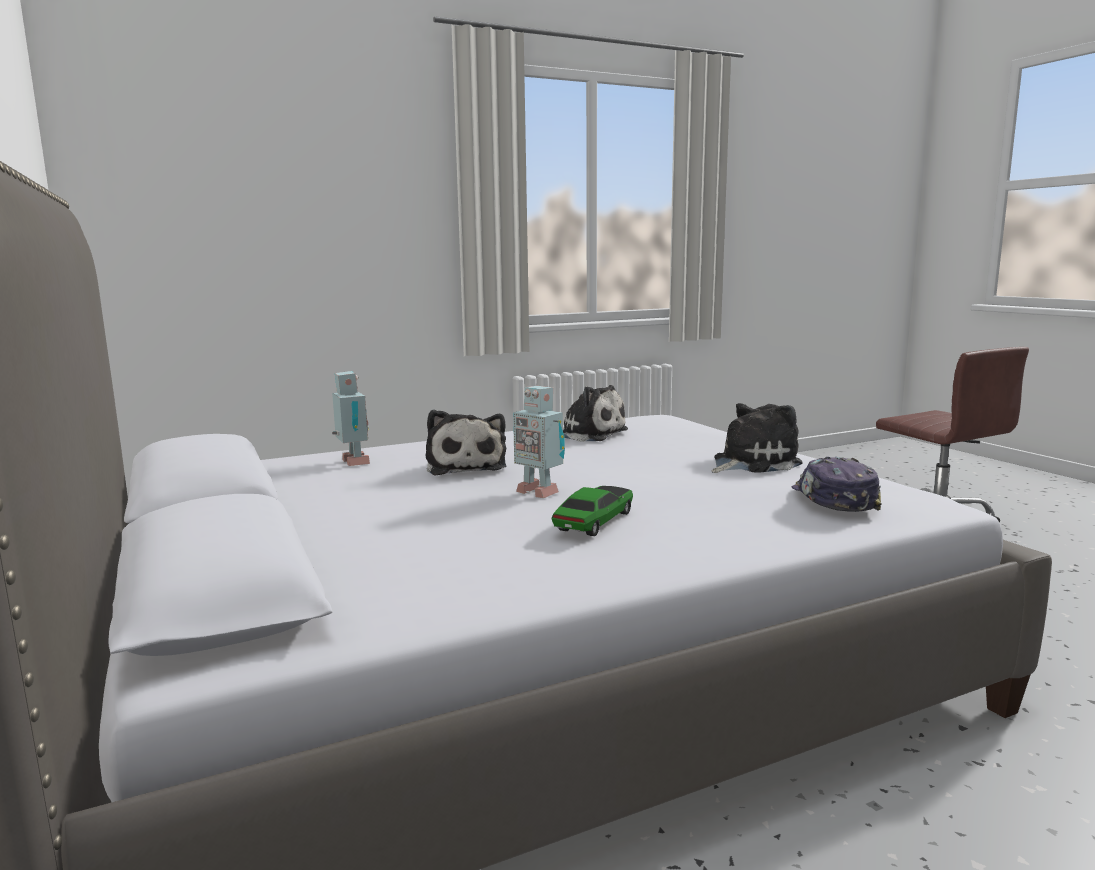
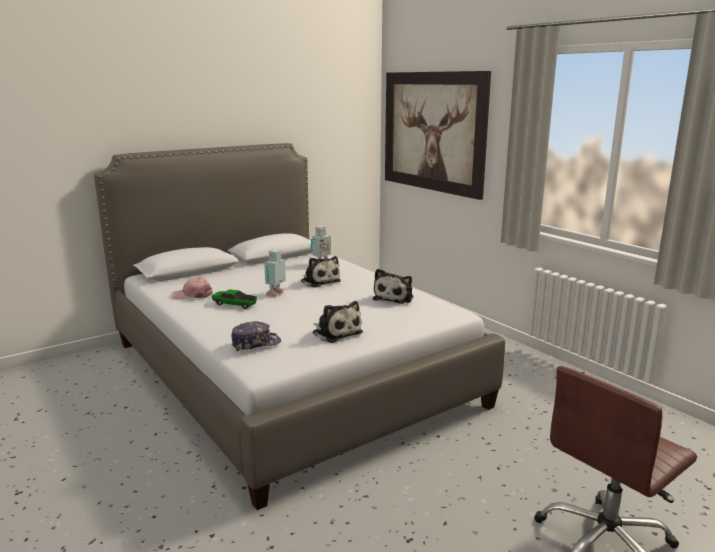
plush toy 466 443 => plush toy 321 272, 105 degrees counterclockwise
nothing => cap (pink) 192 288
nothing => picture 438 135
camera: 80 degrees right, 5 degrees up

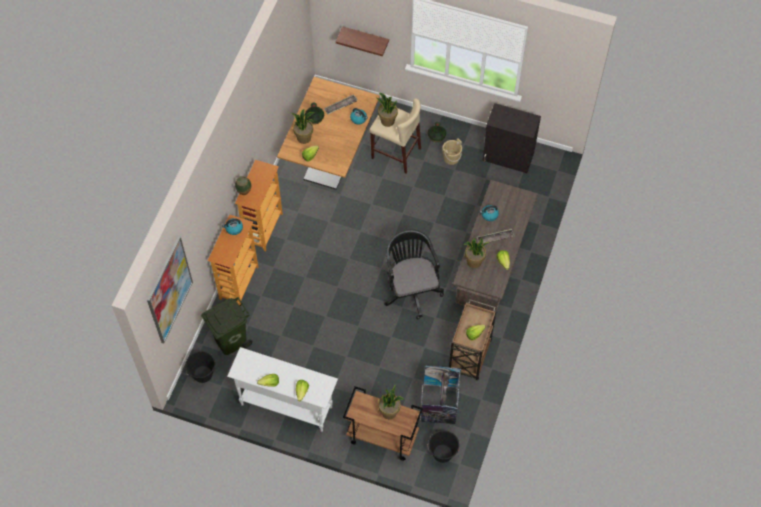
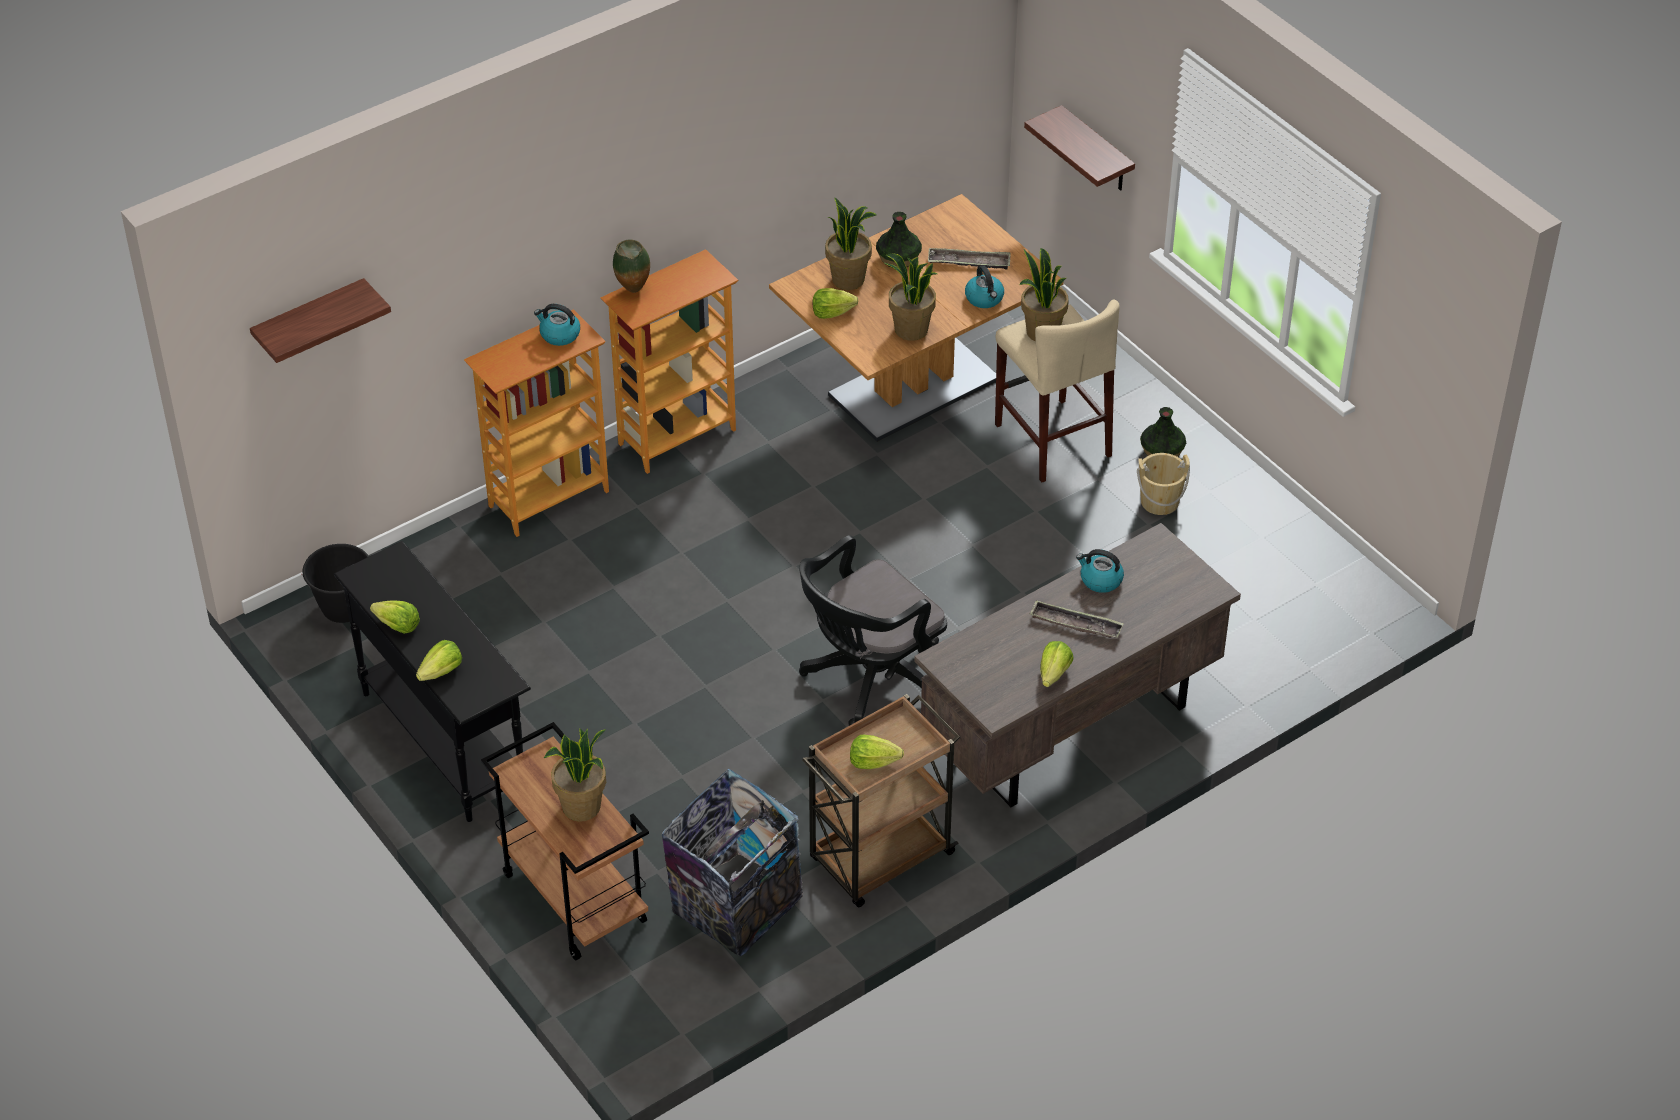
picture 170 290 => shelf 320 320
trash can (green) 227 326 => nothing
console table (white) 282 389 => console table (black) 432 681
office chair (black) 414 274 => office chair (black) 873 630, 150 degrees counterclockwise
bucket (black) 444 446 => nothing
potted plant 476 252 => potted plant 910 297, move
cabinet (black) 511 138 => nothing
camera: 35 degrees right, 15 degrees down

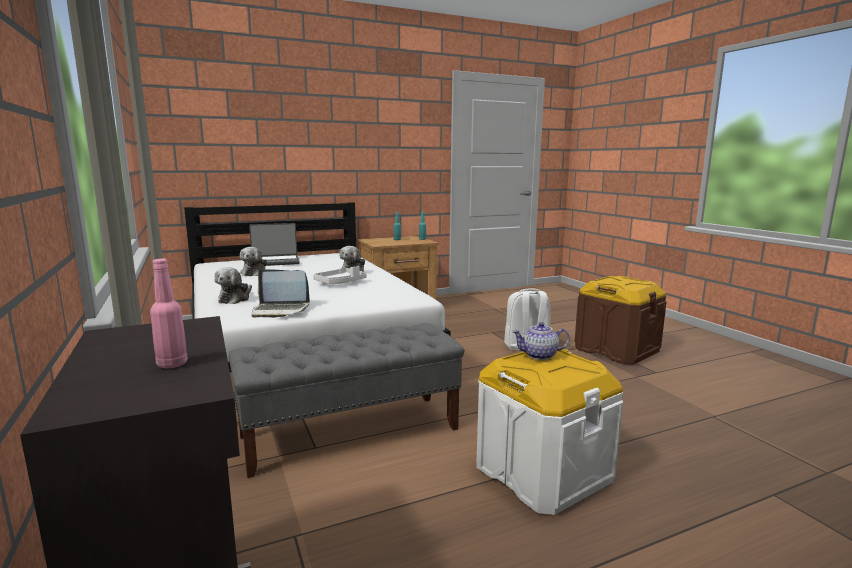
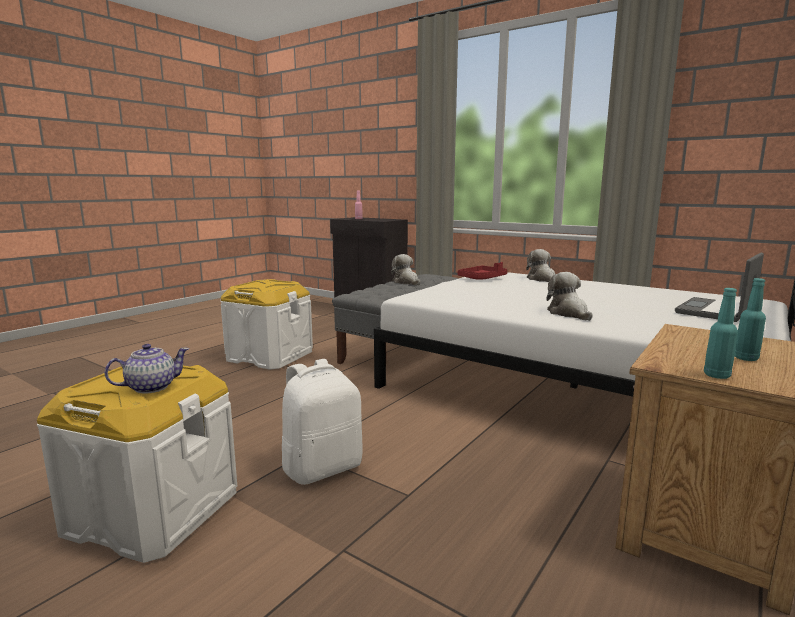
plush toy 253 261 => plush toy 405 269, move
laptop 280 293 => tray (red) 482 271
tray (white) 340 275 => nothing
teapot 541 341 => teapot 146 369, move
storage box (brown) 620 320 => storage box (white) 137 464
camera: 150 degrees right, 0 degrees up

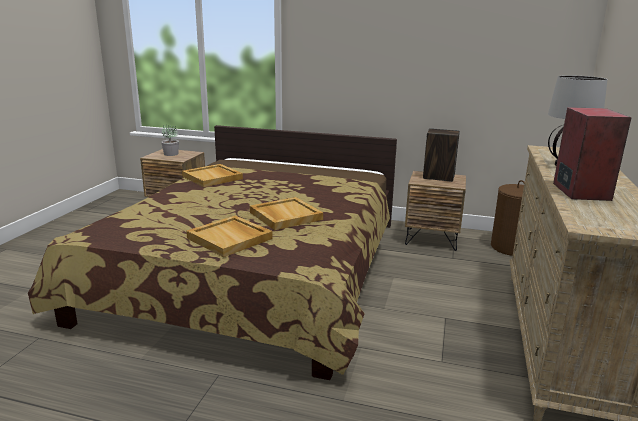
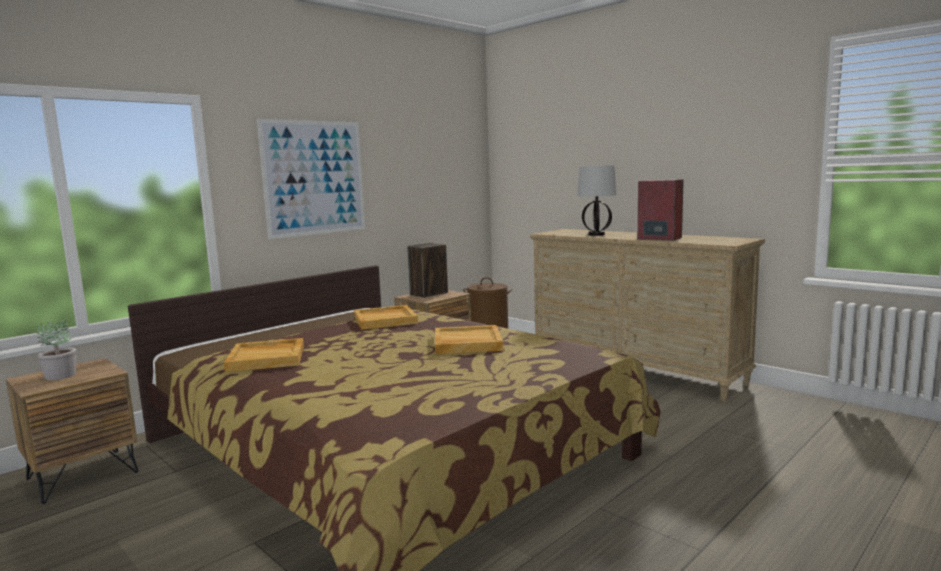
tray (beige) 229 236 => tray (beige) 386 317, move
nothing => picture 311 179
camera: 60 degrees left, 10 degrees down

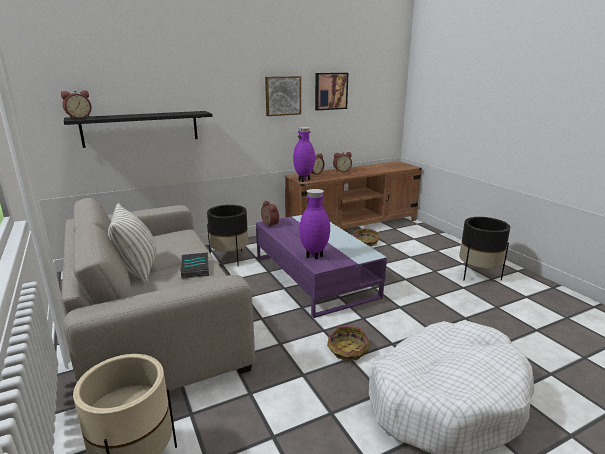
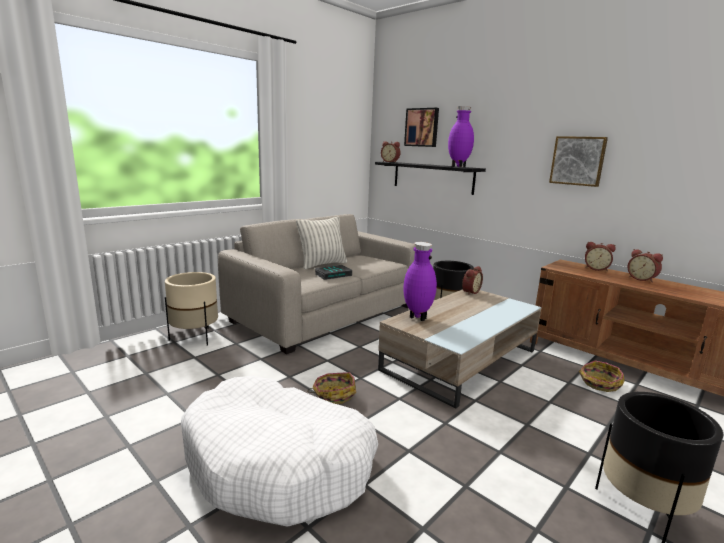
coffee table (purple) 321 266 => coffee table (beige) 459 349
vase (purple) 304 154 => vase (purple) 461 136, move
picture 331 91 => picture 421 127, move
camera: 70 degrees right, 5 degrees down

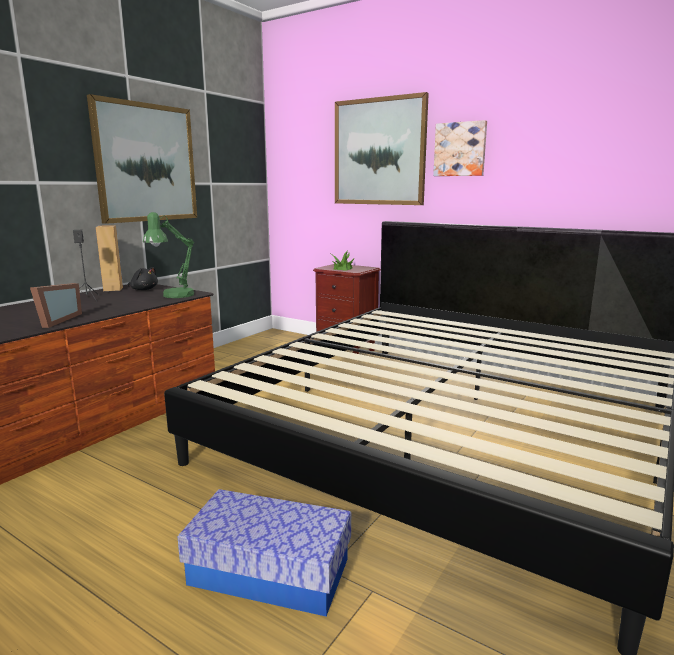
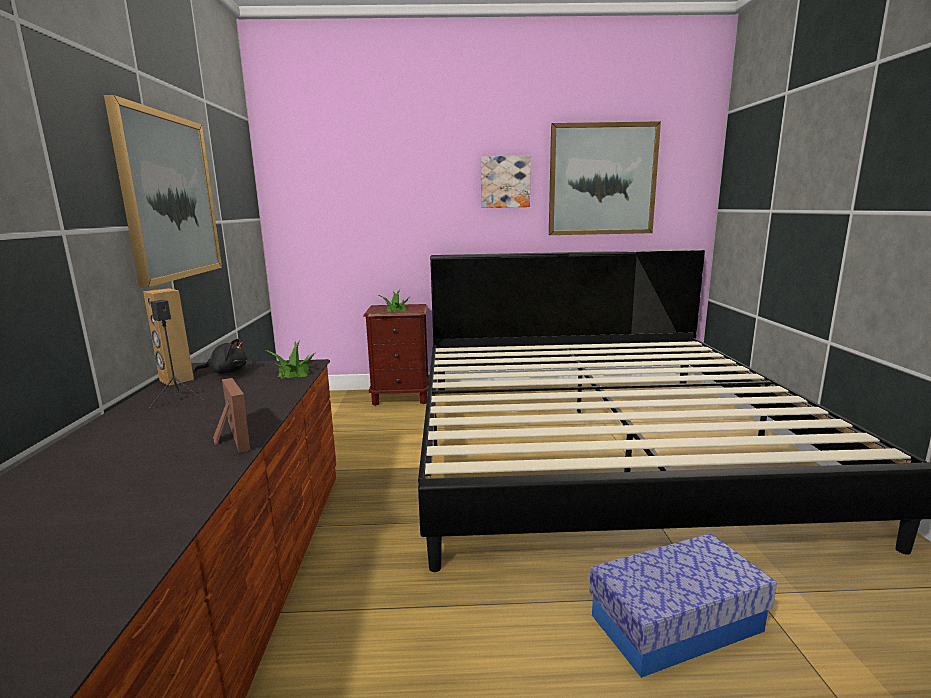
table lamp (green) 168 255 => potted plant 290 359
picture 382 148 => picture 605 178, move
camera: 35 degrees left, 0 degrees up

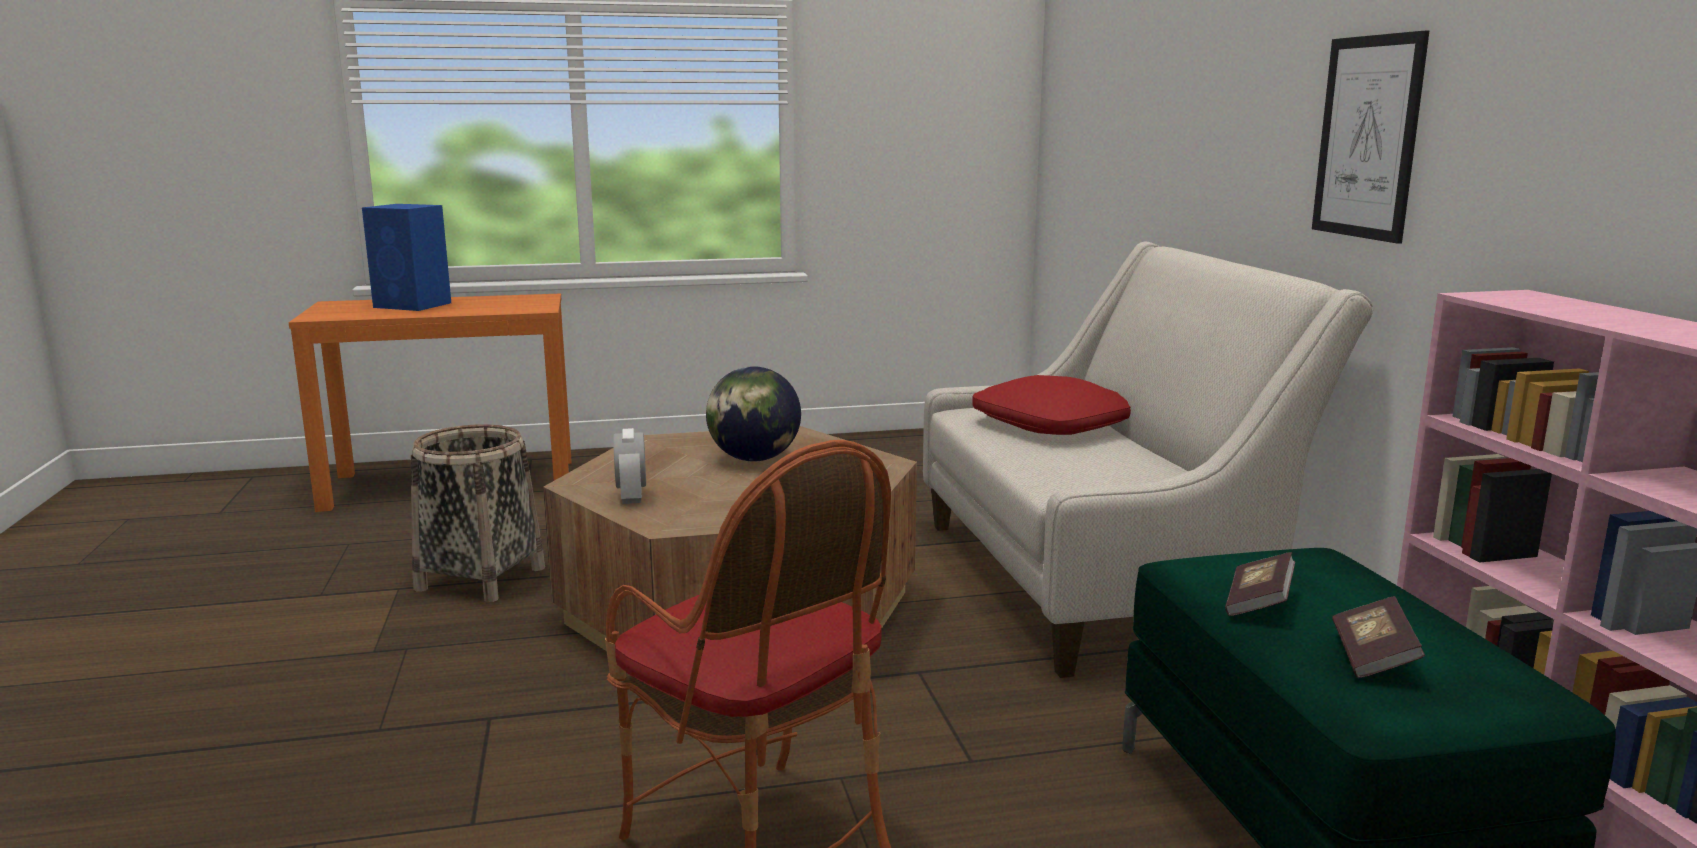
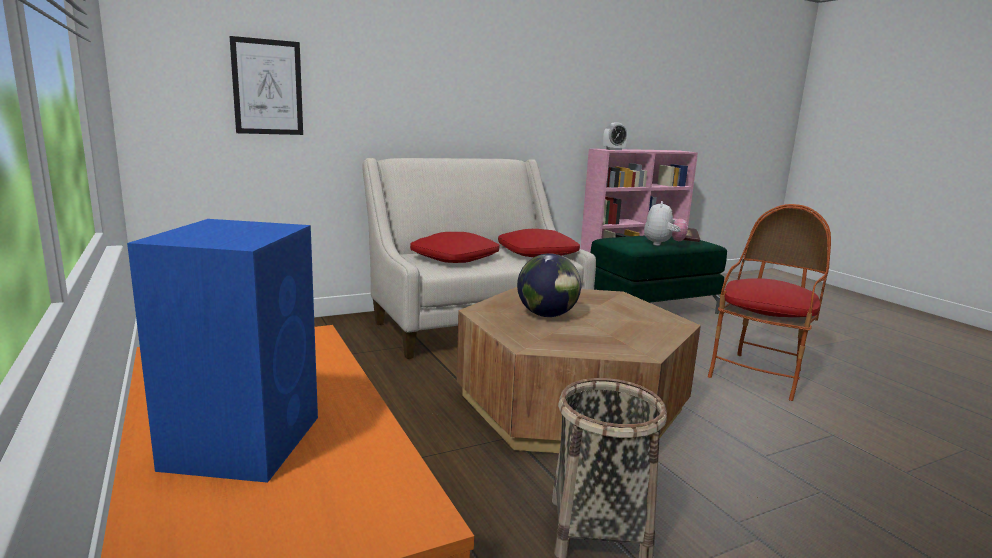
alarm clock 629 466 => alarm clock 615 136, move
book 1260 584 => plush toy 666 223
picture 1370 137 => picture 266 85, move
nothing => pillow (red) 539 243
camera: 105 degrees left, 0 degrees up

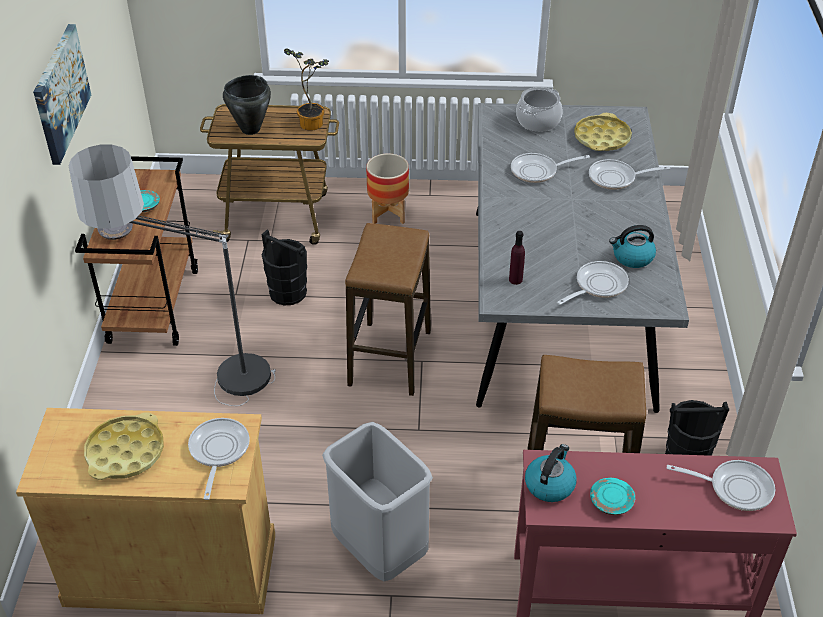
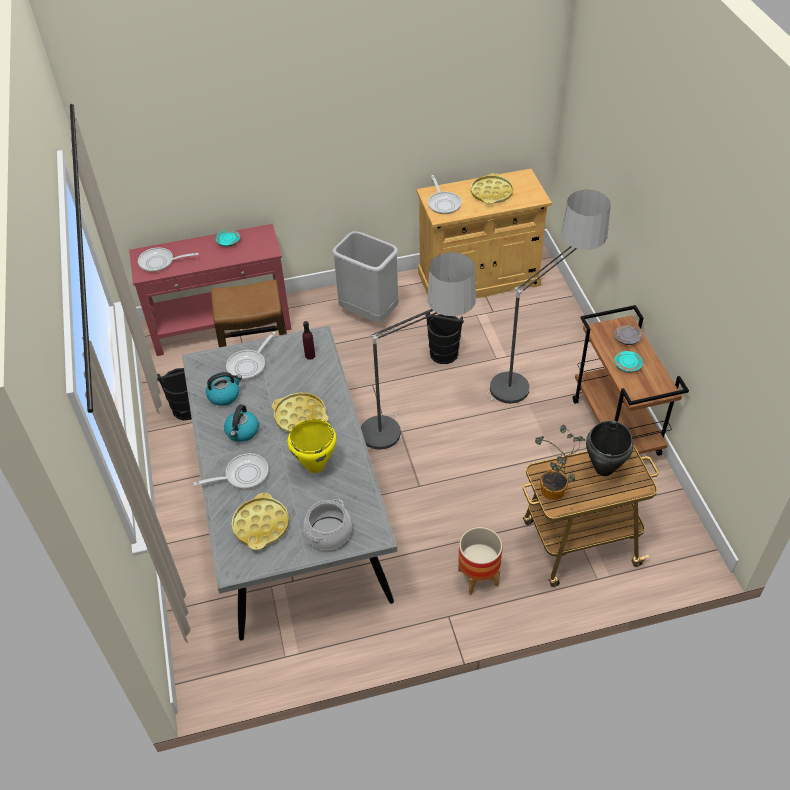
picture 62 94 => nothing
bucket (black) 284 268 => bucket (black) 445 338, move
stool 388 309 => floor lamp 418 351
frying pan 550 168 => cooking pot (yellow) 311 446
kettle 551 473 => kettle 241 423, move
nothing => tray (yellow) 300 412
camera: 165 degrees right, 5 degrees up

